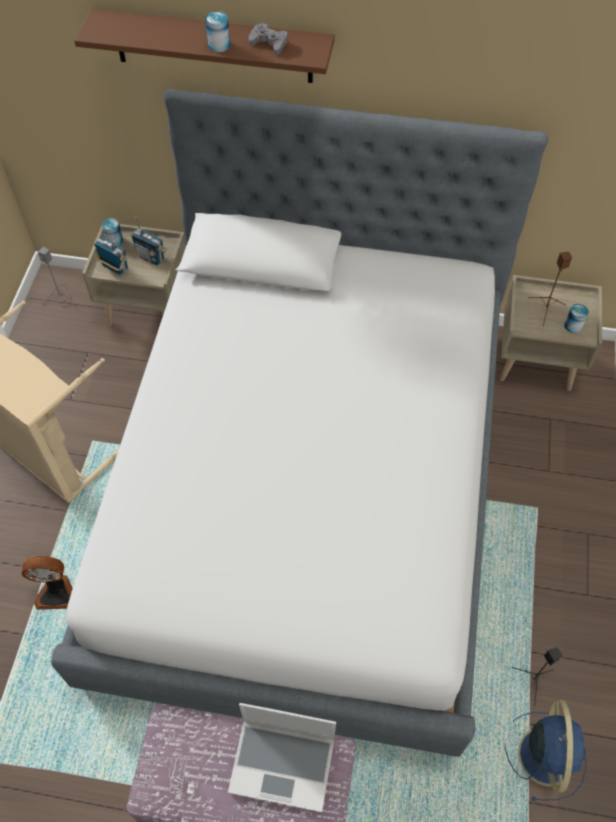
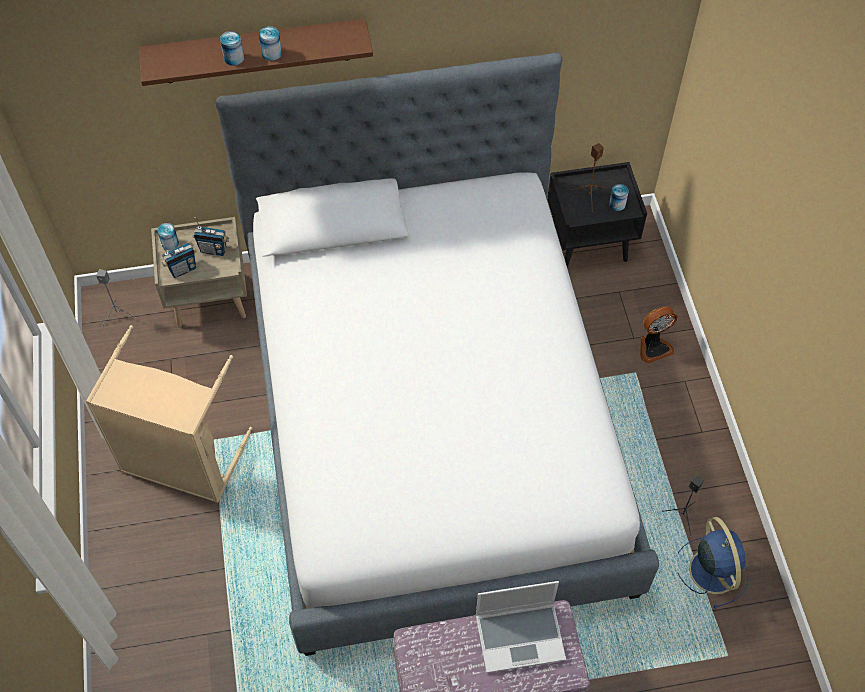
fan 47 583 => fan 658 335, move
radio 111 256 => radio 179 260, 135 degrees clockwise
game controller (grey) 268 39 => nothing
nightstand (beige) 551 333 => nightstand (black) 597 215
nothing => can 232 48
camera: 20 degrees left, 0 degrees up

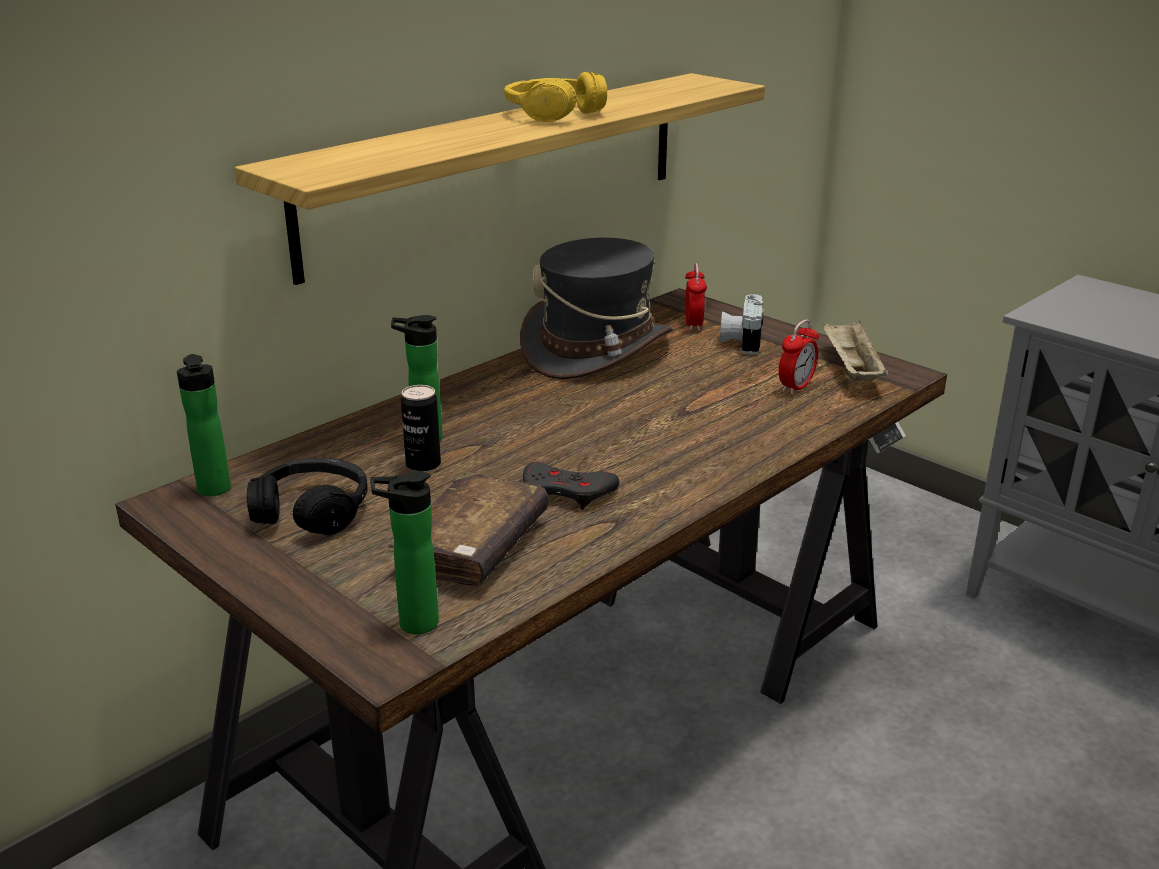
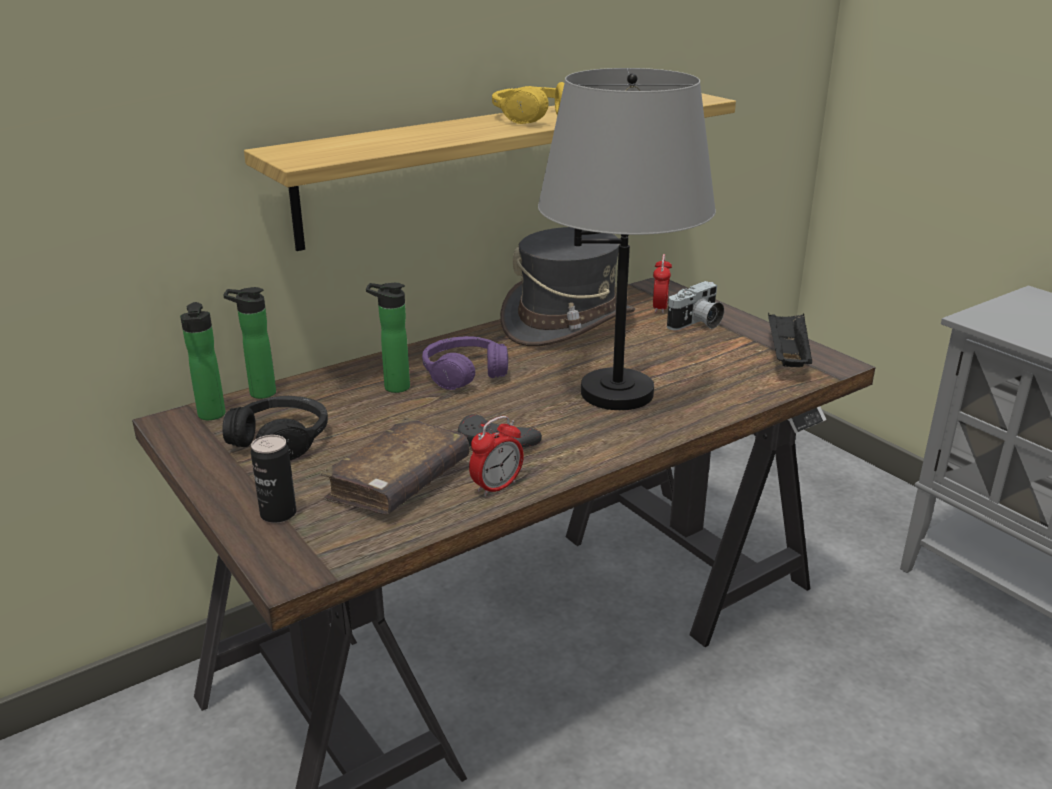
bottle 404 552 => bottle 249 343, move
can 421 428 => can 274 479, move
photo camera 742 324 => photo camera 695 305, 150 degrees counterclockwise
alarm clock 799 357 => alarm clock 496 456, move
tray (beige) 855 351 => tray (black) 790 339
nothing => headphones (purple) 465 363
nothing => table lamp (grey) 627 239
camera: 10 degrees right, 0 degrees up

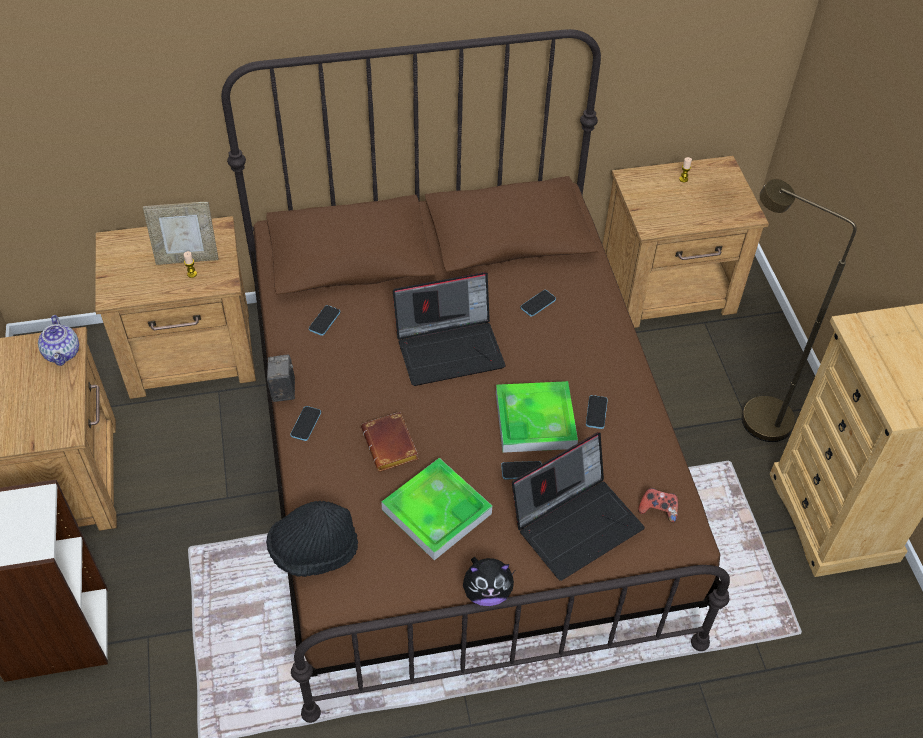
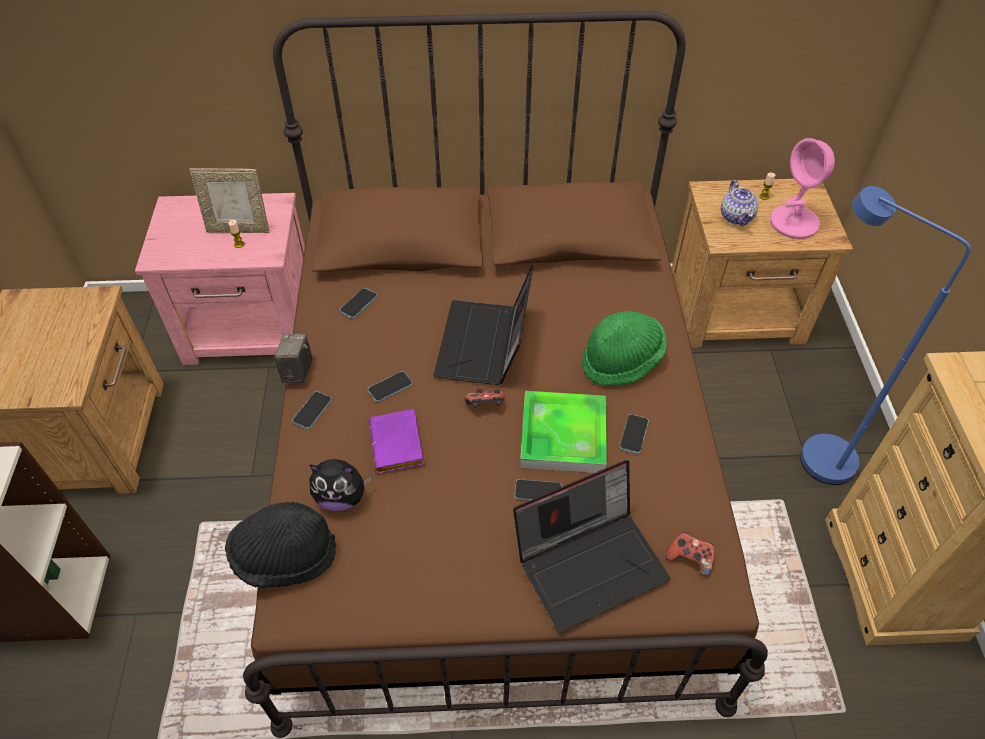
teapot 58 340 => teapot 740 203, move
nightstand (brown) 175 307 => nightstand (pink) 220 279
book (brown) 389 441 => book (purple) 396 441
tray 436 509 => nothing
laptop 449 329 => laptop 483 325, 105 degrees clockwise
plush toy 489 581 => plush toy 340 485, move
phone 538 303 => phone 390 386, move
floor lamp (brown) 799 310 => floor lamp (blue) 885 335
nothing => game controller 485 398
nothing => hat (green) 624 348
nothing => table lamp (pink) 802 188
camera: 10 degrees right, 0 degrees up

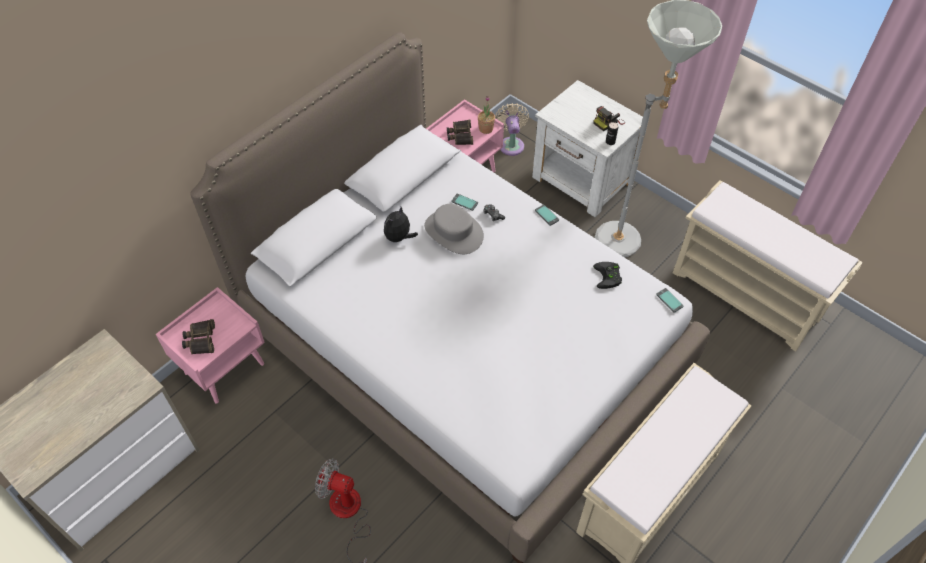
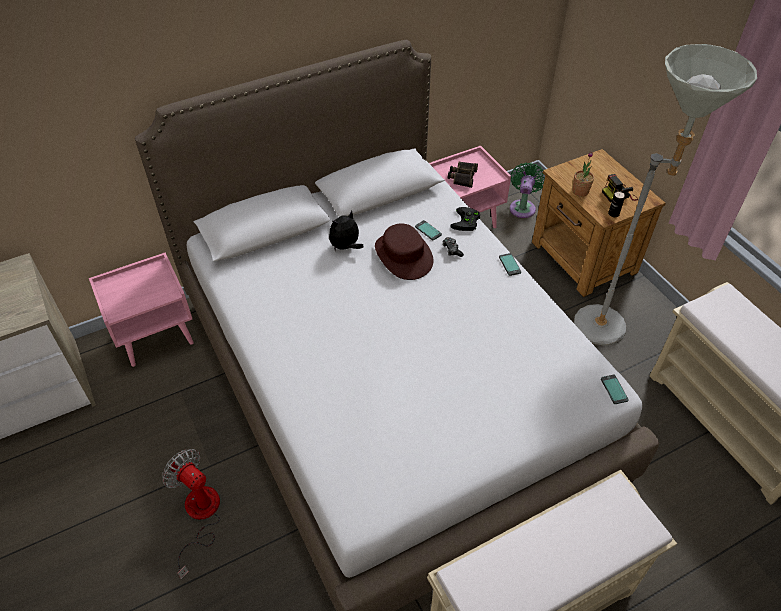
binoculars 198 336 => nothing
hat (grey) 454 229 => hat (brown) 404 251
potted plant 486 115 => potted plant 583 174, move
fan (beige) 512 129 => fan (green) 527 190
nightstand (white) 590 148 => nightstand (brown) 599 223
game controller (black) 607 275 => game controller (black) 465 219, move
camera: 20 degrees right, 5 degrees down

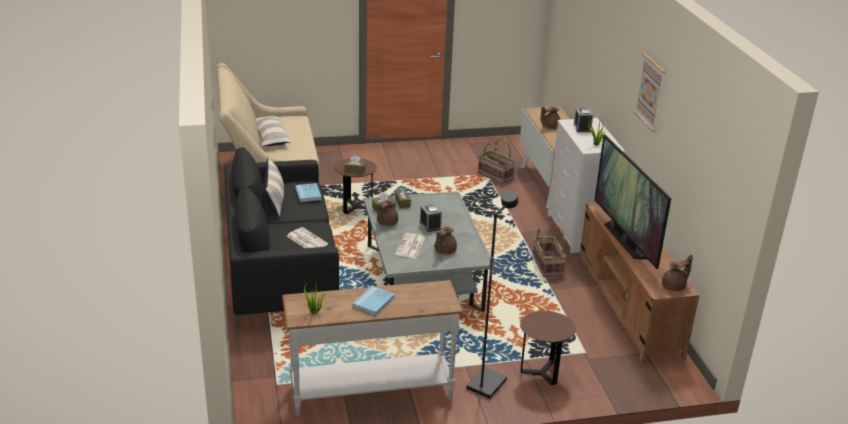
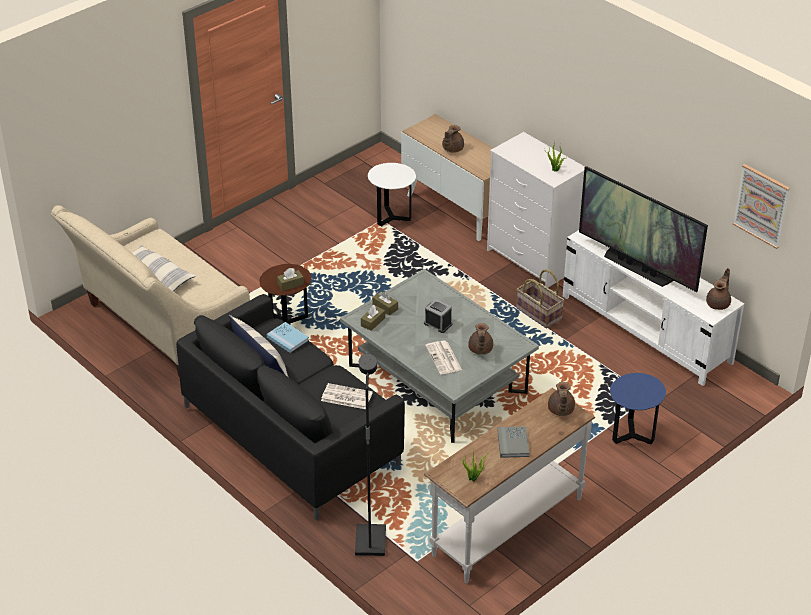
book (blue) 373 301 => book (grey) 513 442
teapot (brown) 387 212 => teapot (brown) 561 399, move
floor lamp (black) 492 294 => floor lamp (black) 370 455, move
basket 497 161 => side table (white) 392 194
side table (brown) 548 348 => side table (blue) 638 408
alarm clock 583 120 => nothing
tv stand (brown) 639 283 => tv stand (white) 653 308
picture 650 92 => picture 761 206, move
camera: 30 degrees left, 10 degrees up

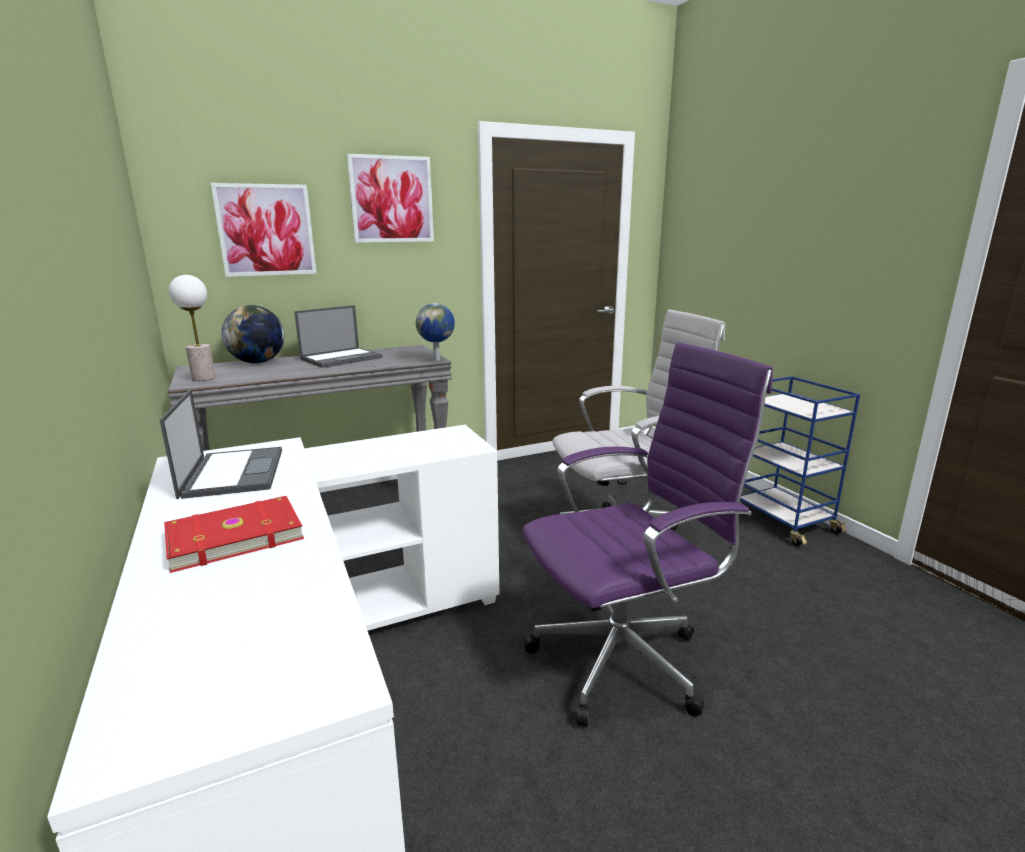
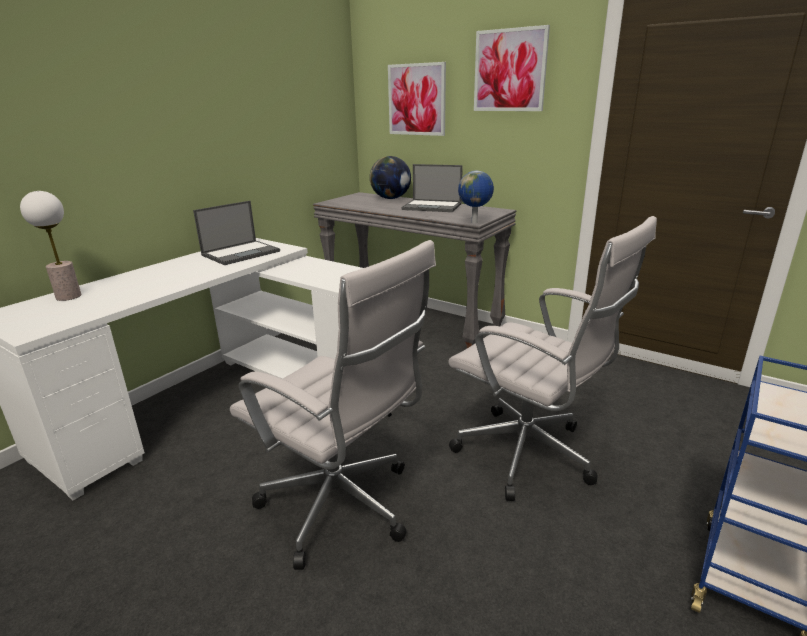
book (red) 234 534 => nothing
table lamp 192 328 => table lamp 50 246, move
office chair (purple) 647 534 => office chair (white) 333 405
camera: 60 degrees right, 5 degrees up

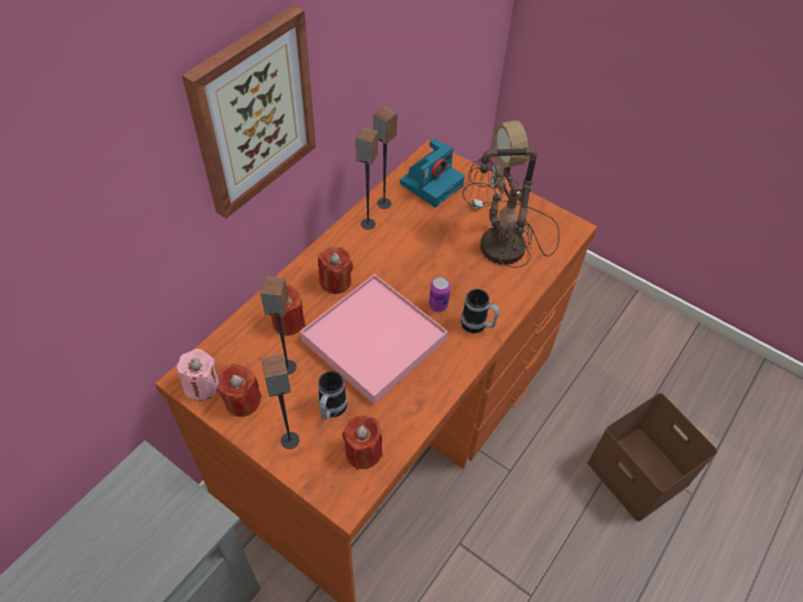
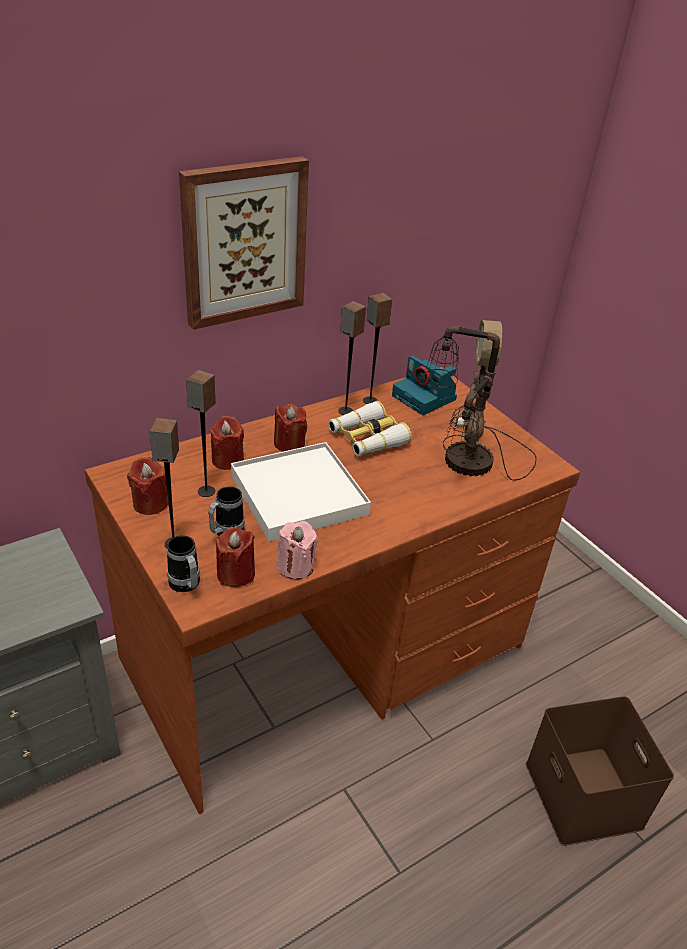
candle (pink) 198 375 => candle (pink) 297 550, move
tray (pink) 374 339 => tray (white) 301 492
photo camera 432 173 => photo camera 424 385, 75 degrees clockwise
can 440 294 => nothing
mug 480 311 => mug 183 563, move
nothing => binoculars 370 428
camera: 20 degrees right, 15 degrees down

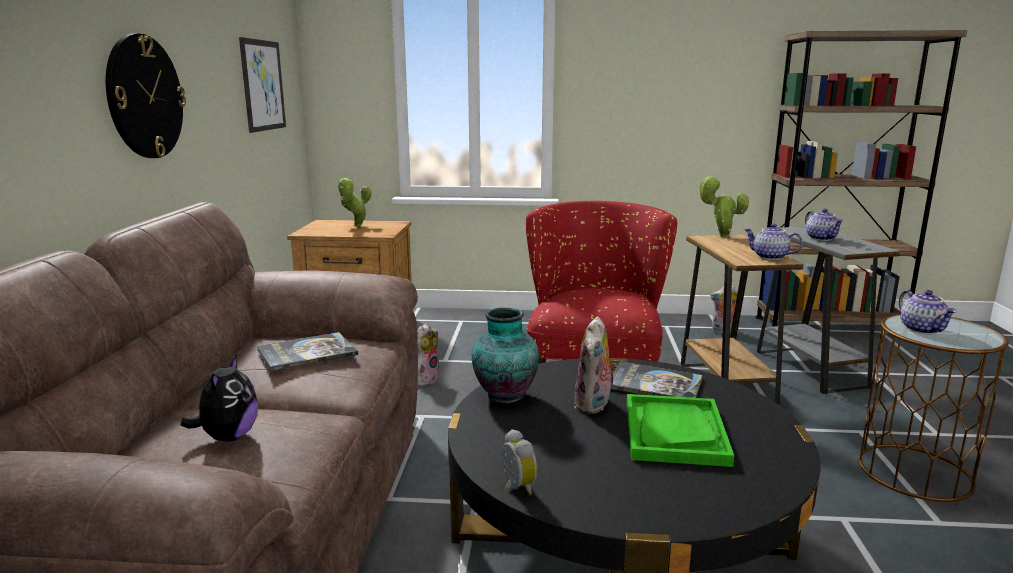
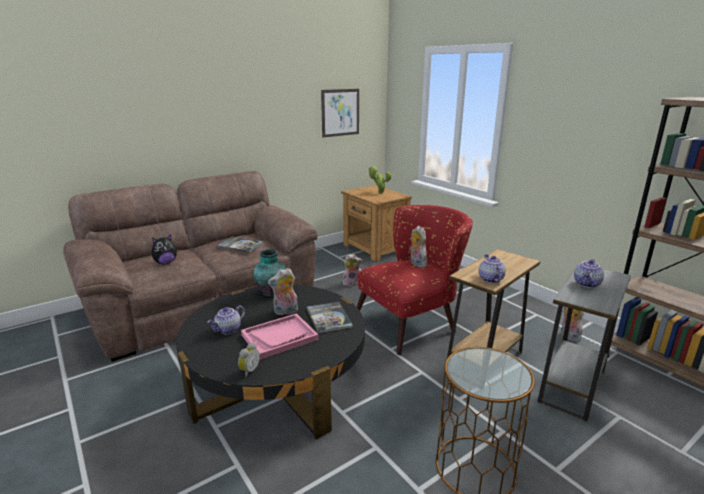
wall clock 146 95 => nothing
alarm clock 519 462 => alarm clock 249 359, move
tray (green) 680 430 => tray (pink) 280 336
potted plant 724 206 => nothing
teapot 928 312 => teapot 226 320, move
nothing => plush toy 418 247
camera: 50 degrees right, 5 degrees up

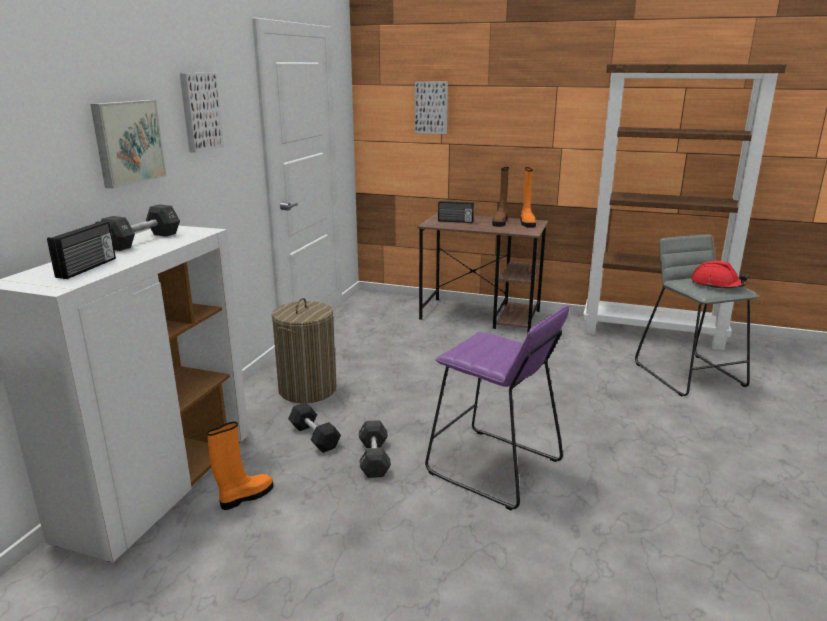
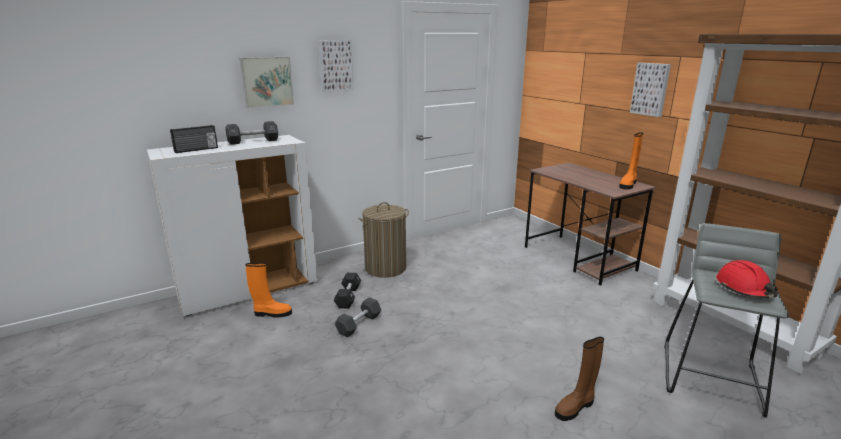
picture 431 107 => picture 650 90, move
stool (purple) 497 407 => nothing
radio 456 212 => nothing
boot (brown) 500 197 => boot (brown) 579 379, move
camera: 40 degrees right, 0 degrees up

